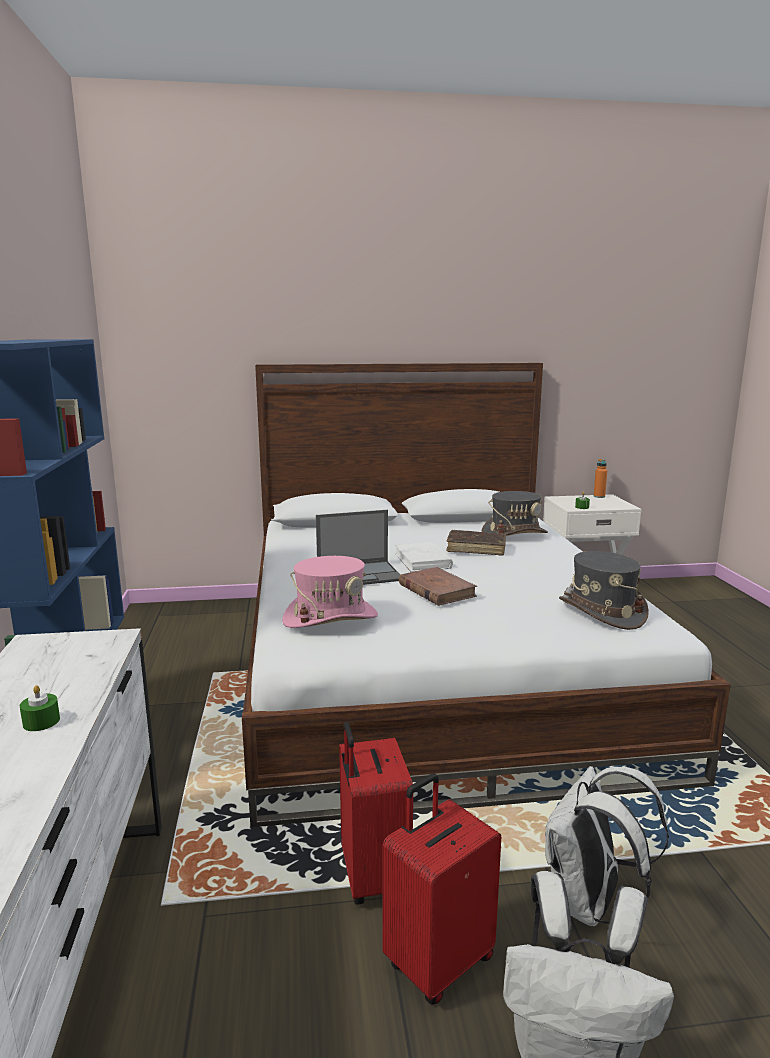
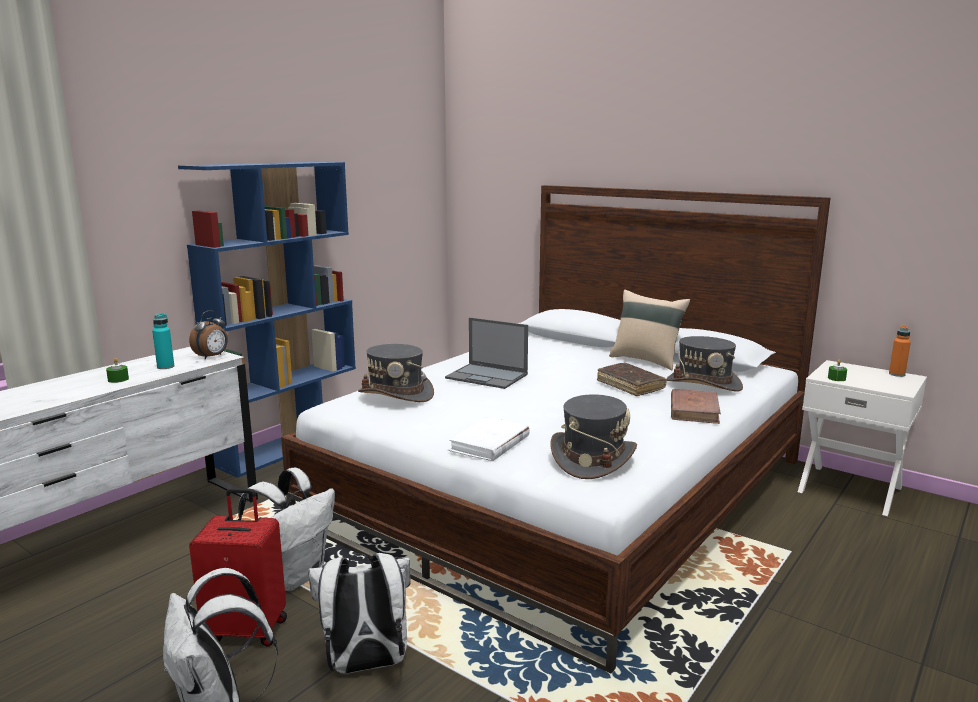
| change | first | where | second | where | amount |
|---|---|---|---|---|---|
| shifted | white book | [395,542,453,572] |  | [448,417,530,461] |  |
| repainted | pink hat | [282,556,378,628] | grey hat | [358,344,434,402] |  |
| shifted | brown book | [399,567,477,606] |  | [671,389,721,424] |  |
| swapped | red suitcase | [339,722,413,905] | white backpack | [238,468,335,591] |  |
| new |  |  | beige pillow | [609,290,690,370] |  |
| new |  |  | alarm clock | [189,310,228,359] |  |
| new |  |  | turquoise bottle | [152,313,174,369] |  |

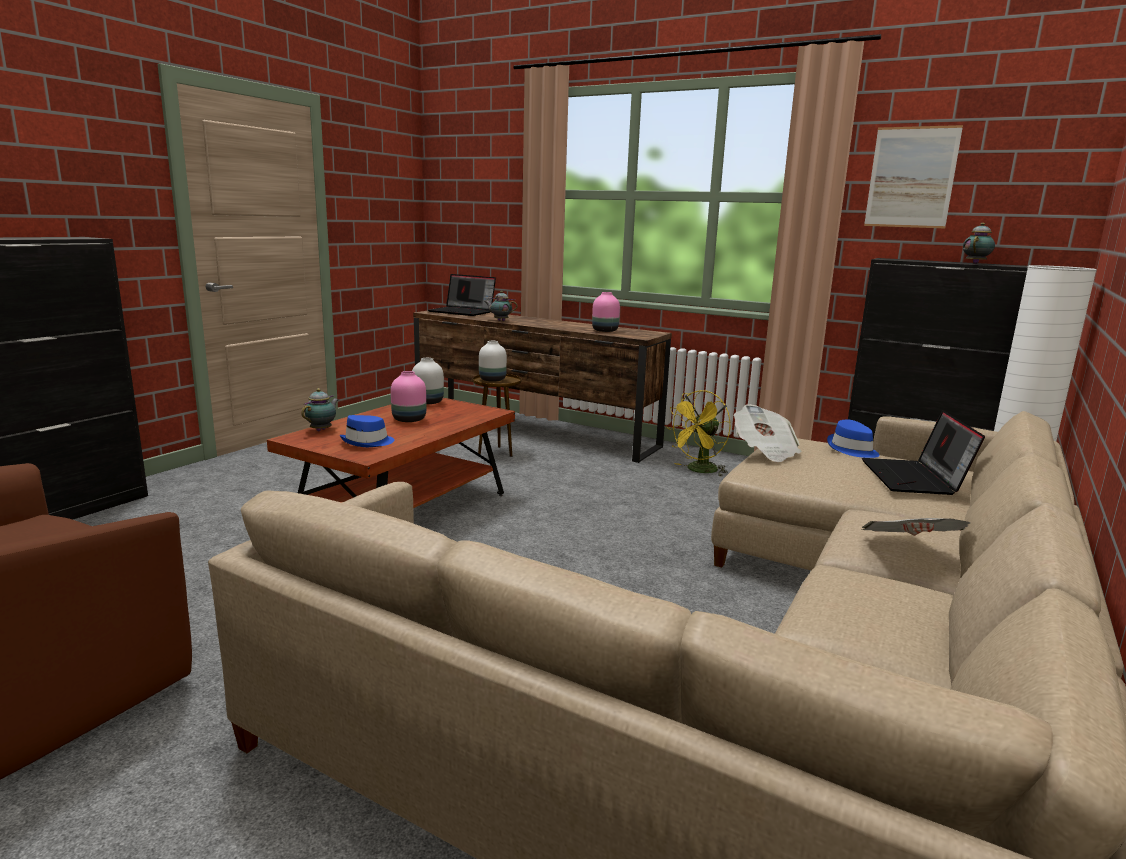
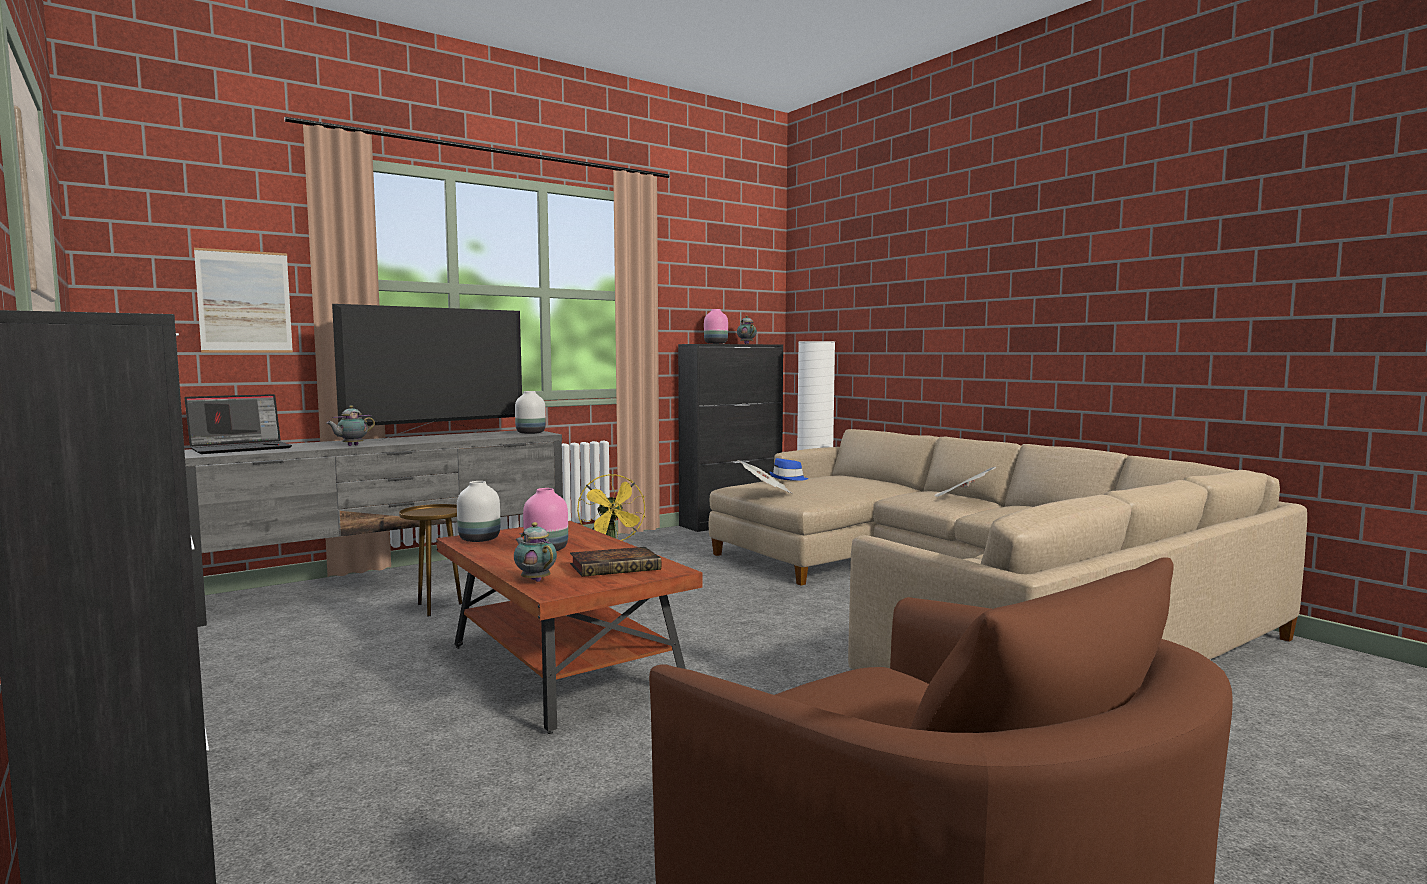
| change | first | where | second | where | amount |
|---|---|---|---|---|---|
| shifted | picture | [864,125,963,228] |  | [194,248,293,352] |  |
| shifted | pink vase | [592,292,620,332] |  | [704,309,728,344] |  |
| repainted | brown tv stand | [413,311,672,463] | grey tv stand | [184,430,563,627] |  |
| shifted | white vase | [479,341,507,382] |  | [515,391,546,434] |  |
| gone | laptop | [862,410,985,495] |  |  |  |
| swapped | blue hat | [340,415,394,447] | book | [570,547,661,577] |  |
| new |  |  | television | [332,304,522,441] |  |

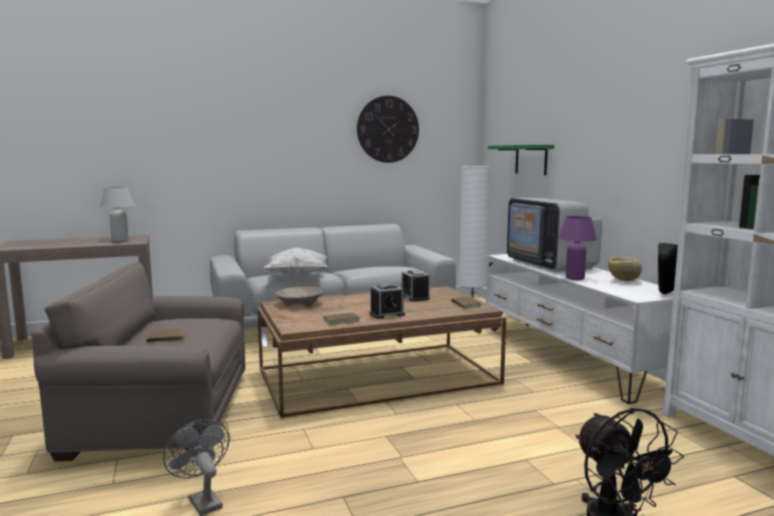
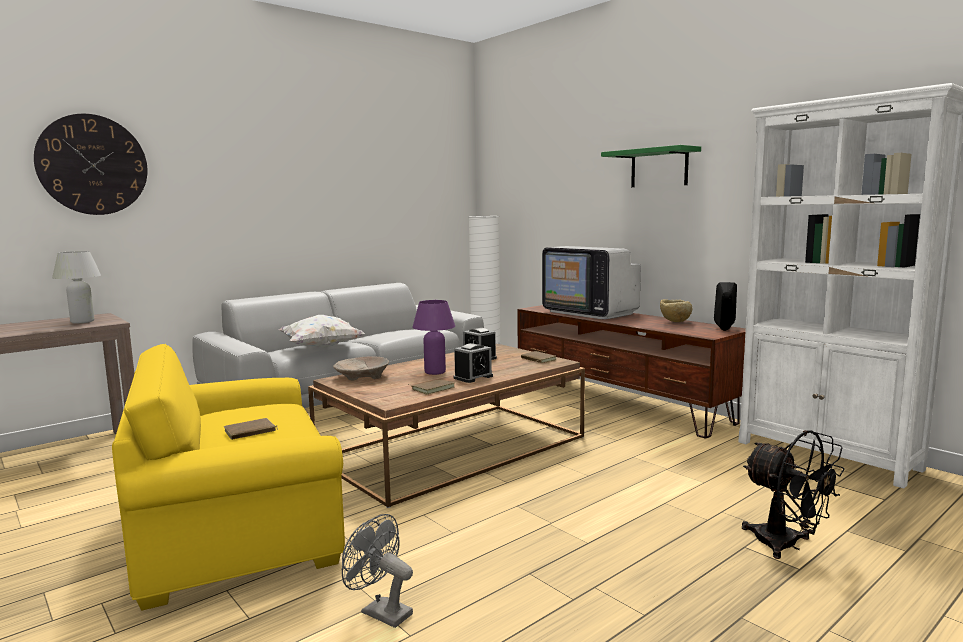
| change | first | where | second | where | amount |
|---|---|---|---|---|---|
| shifted | wall clock | [357,96,419,163] |  | [34,114,147,215] |  |
| shifted | green shelf | [488,145,554,175] |  | [601,145,701,187] |  |
| shifted | purple table lamp | [558,216,597,280] |  | [412,300,455,375] |  |
| repainted | white tv stand | [486,254,674,404] | brown tv stand | [517,305,746,439] |  |
| repainted | grey armchair | [32,262,245,461] | yellow armchair | [112,344,345,610] |  |

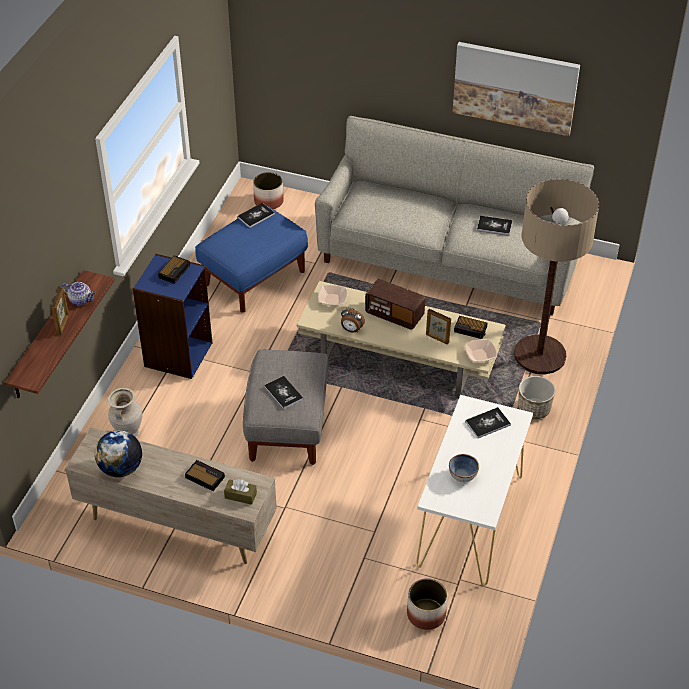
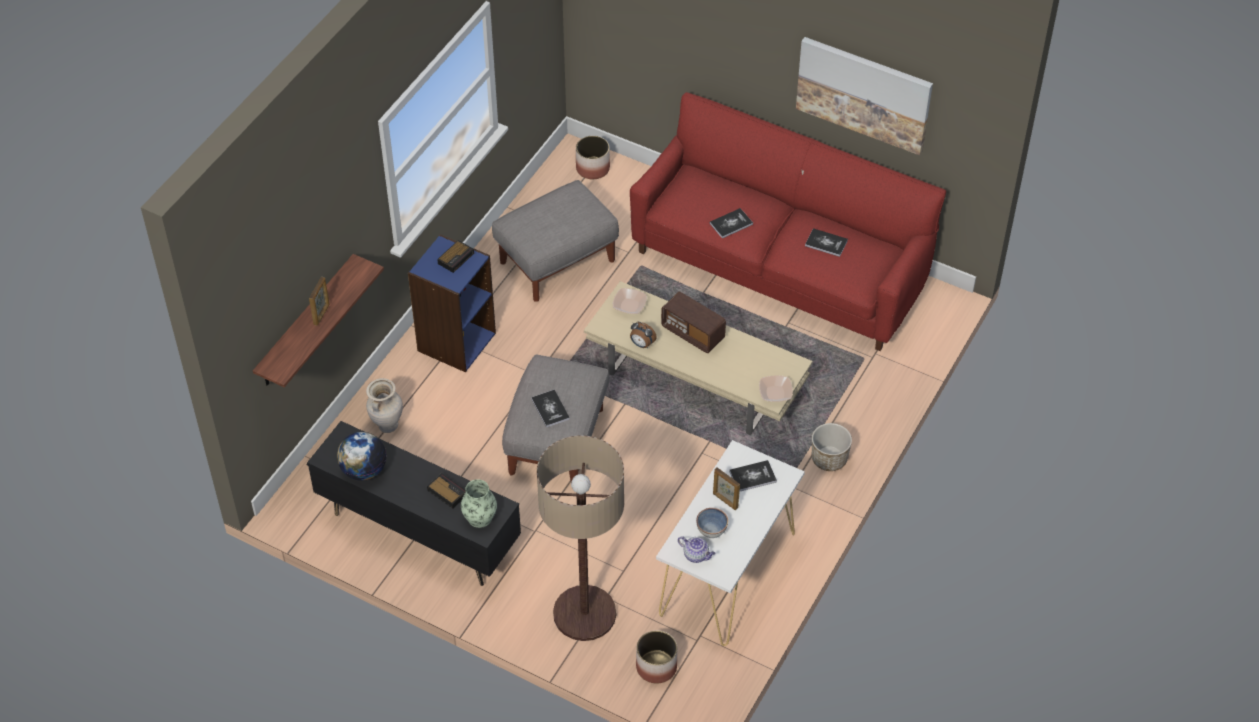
| change | first | where | second | where | amount |
|---|---|---|---|---|---|
| repainted | grey sofa | [315,116,594,315] | red sofa | [630,92,946,351] |  |
| shifted | floor lamp | [514,179,599,374] |  | [537,436,624,641] |  |
| shifted | book | [237,203,275,228] |  | [710,208,753,238] |  |
| repainted | blue ottoman | [195,205,308,313] | grey ottoman | [492,180,619,302] |  |
| shifted | teapot | [62,282,96,306] |  | [678,536,716,563] |  |
| shifted | picture frame | [426,309,451,345] |  | [713,467,740,510] |  |
| gone | alarm clock | [454,316,487,339] |  |  |  |
| repainted | beige tv stand | [65,427,277,564] | black tv stand | [307,421,521,586] |  |
| swapped | brown tissue box | [224,479,257,505] | vase | [461,479,497,528] |  |

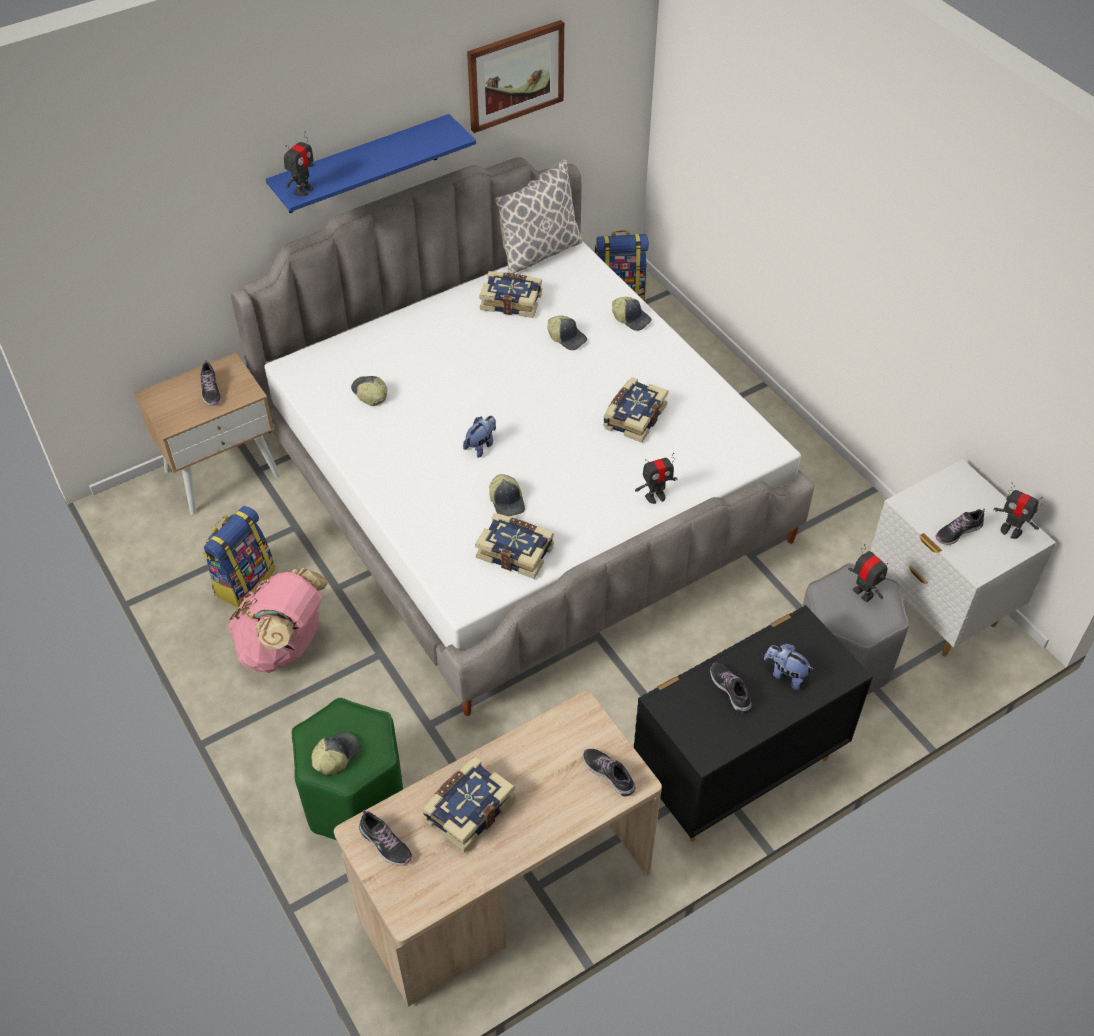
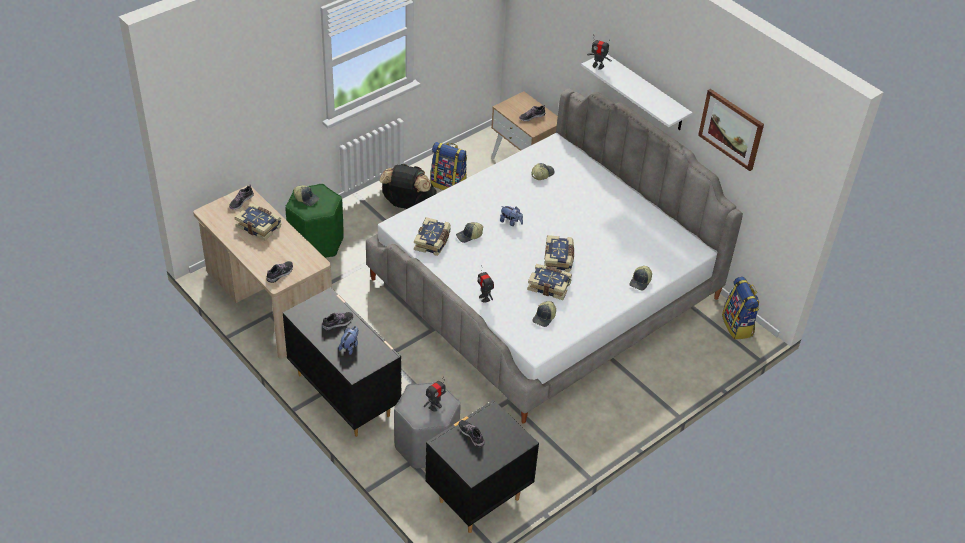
| change | first | where | second | where | amount |
|---|---|---|---|---|---|
| repainted | blue shelf | [266,114,476,213] | white shelf | [581,54,693,130] |  |
| gone | pillow | [496,159,583,274] |  |  |  |
| shifted | book | [479,271,542,318] |  | [544,235,574,272] |  |
| shifted | cap | [548,316,587,350] |  | [532,301,556,327] |  |
| repainted | white nightstand | [870,459,1056,657] | black nightstand | [425,400,539,533] |  |
| gone | toy robot | [993,482,1043,539] |  |  |  |
| repainted | pink backpack | [228,568,328,673] | black backpack | [380,164,437,209] |  |

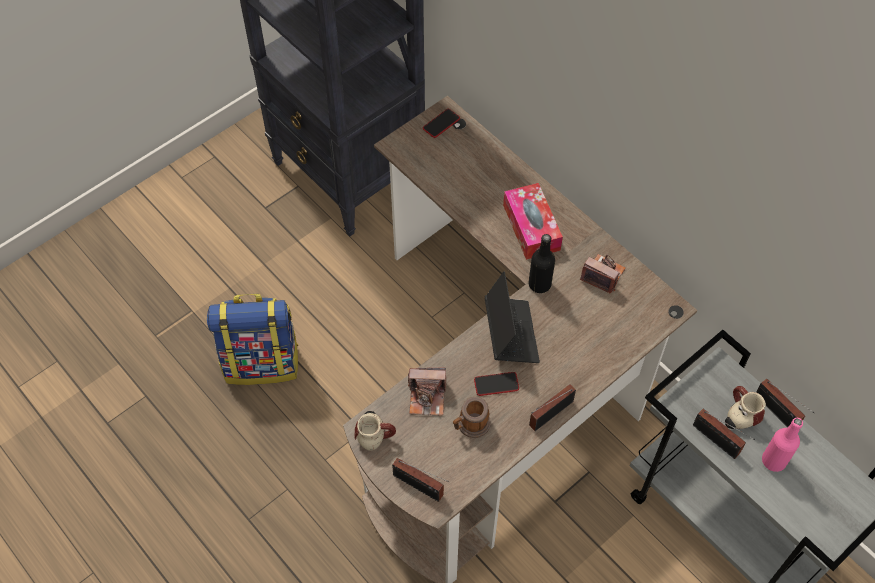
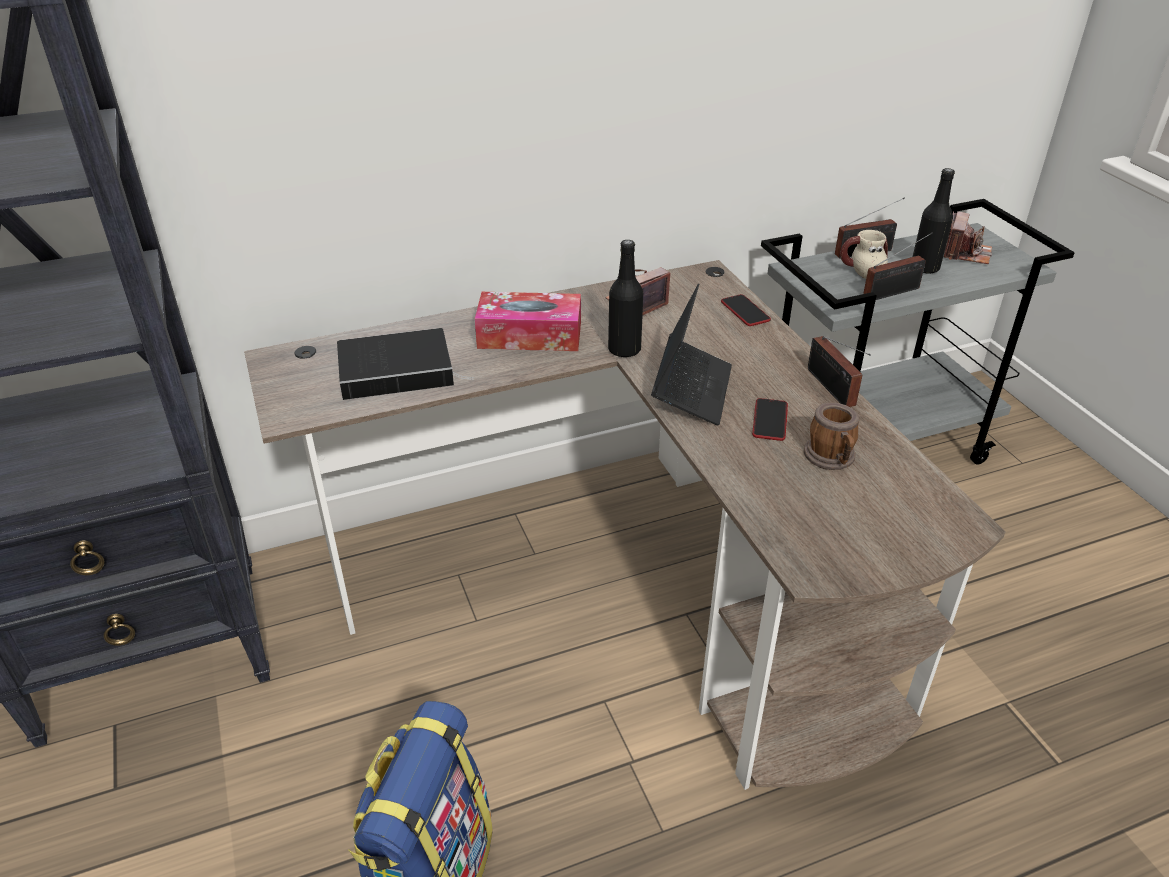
| change | first | where | second | where | amount |
|---|---|---|---|---|---|
| shifted | phone | [423,109,460,138] |  | [721,294,771,326] |  |
| rotated | laptop | [485,272,540,363] |  | [651,284,732,426] | 90 degrees clockwise |
| shifted | photo camera | [408,367,446,416] |  | [944,211,992,264] |  |
| gone | mug | [354,411,396,451] |  |  |  |
| repainted | pink bottle | [762,418,803,472] | black bottle | [913,168,955,274] |  |
| gone | radio | [392,458,448,502] |  |  |  |
| new |  |  | book | [337,328,474,400] |  |

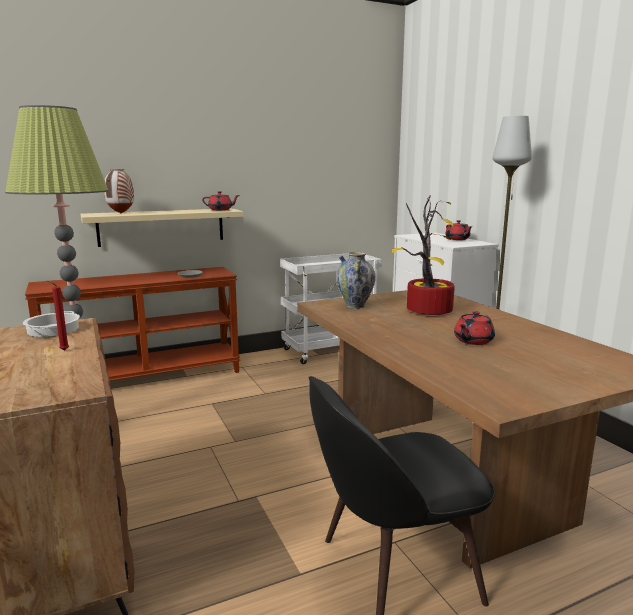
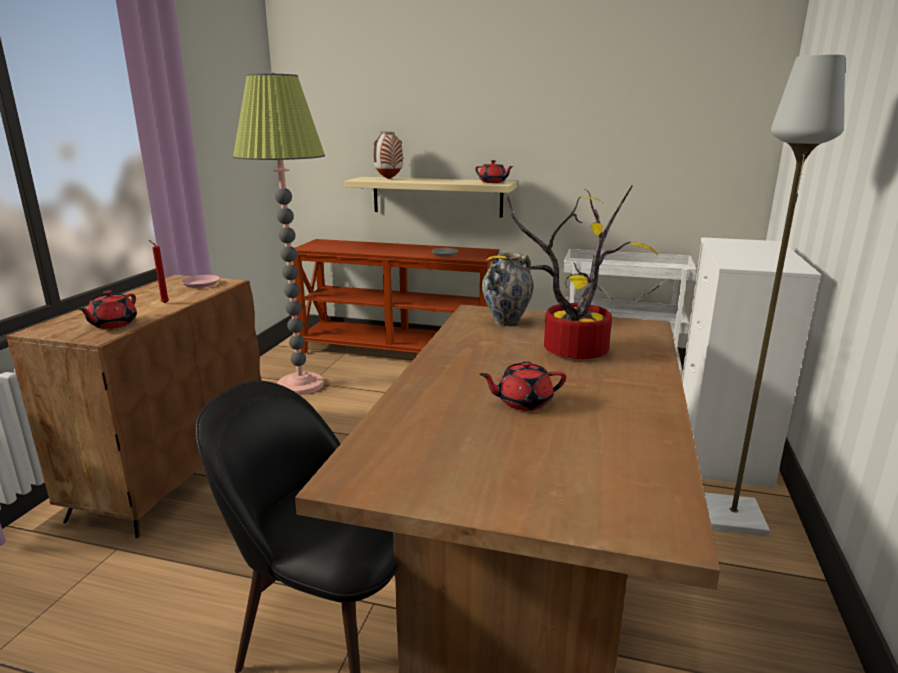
| change | first | where | second | where | amount |
|---|---|---|---|---|---|
| shifted | red teapot | [445,220,473,240] |  | [78,291,137,329] |  |
| swapped | cooking pot | [23,311,80,337] | pink plate | [181,275,220,288] |  |

